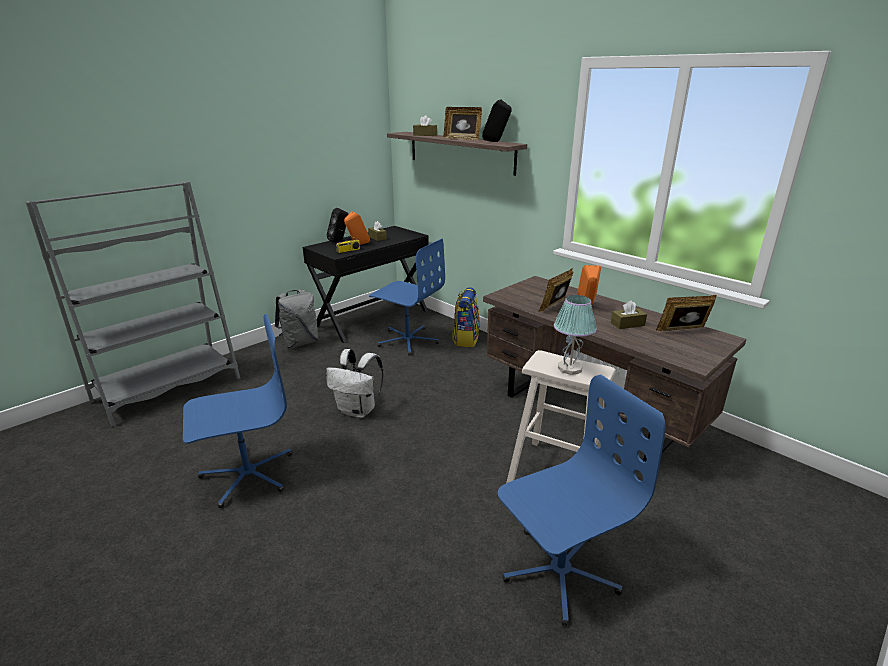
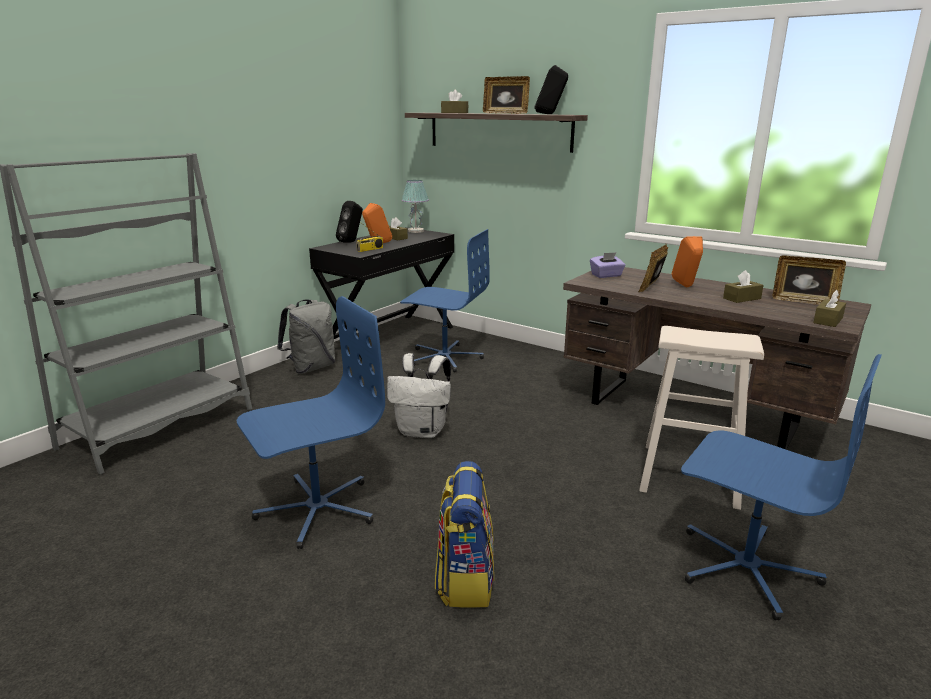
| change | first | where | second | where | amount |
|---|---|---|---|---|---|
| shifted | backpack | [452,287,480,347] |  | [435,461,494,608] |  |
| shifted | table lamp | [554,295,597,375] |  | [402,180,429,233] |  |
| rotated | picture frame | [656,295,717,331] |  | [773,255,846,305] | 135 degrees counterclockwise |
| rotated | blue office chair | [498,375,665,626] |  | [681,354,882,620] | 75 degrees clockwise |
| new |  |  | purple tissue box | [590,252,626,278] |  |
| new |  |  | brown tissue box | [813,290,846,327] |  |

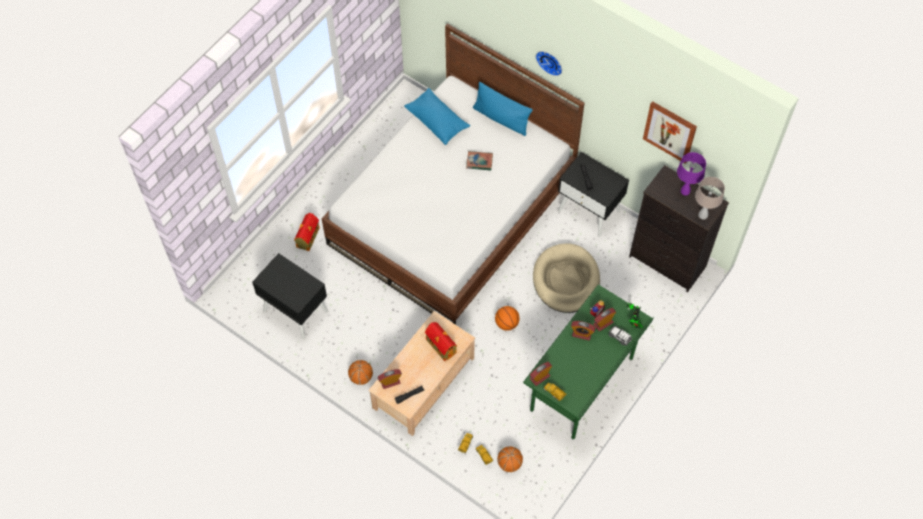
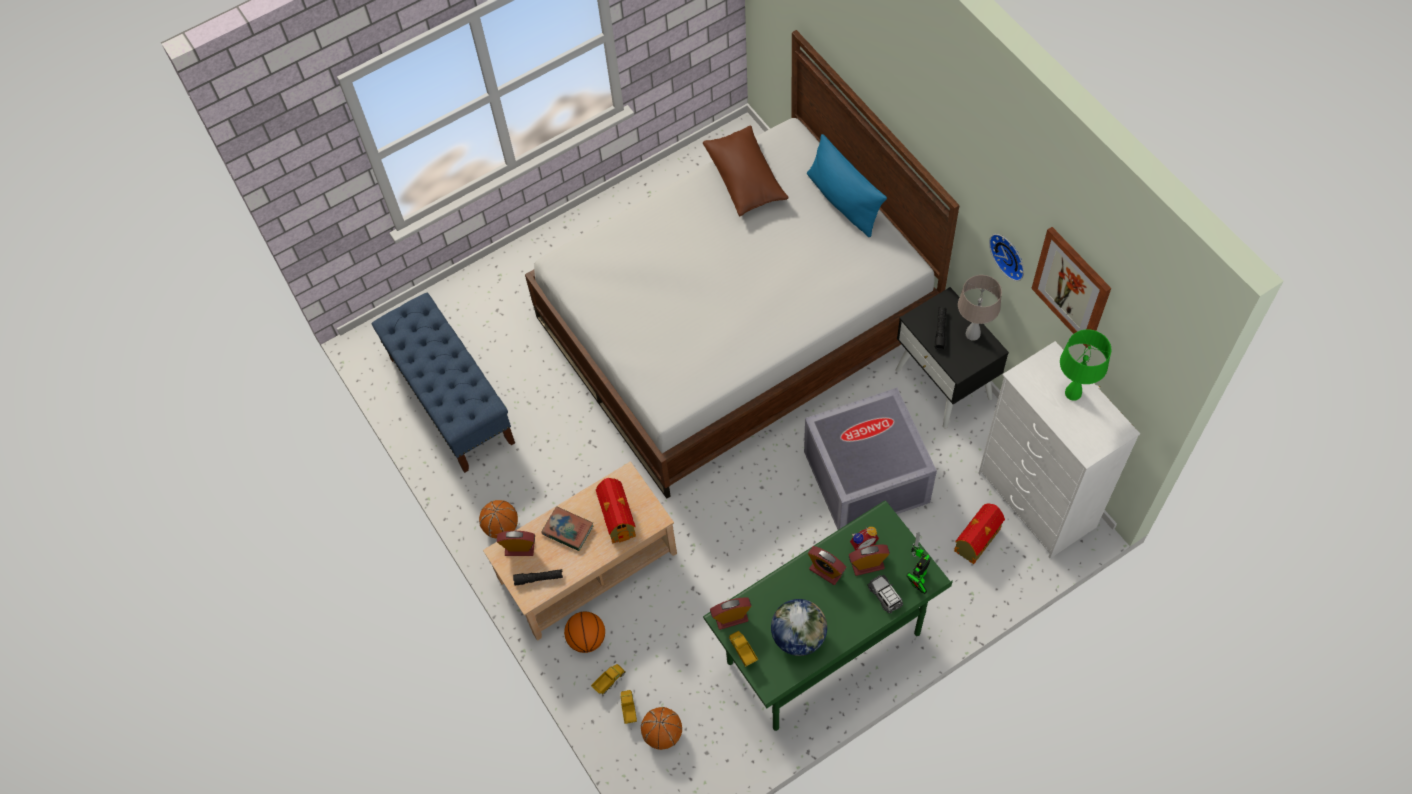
| change | first | where | second | where | amount |
|---|---|---|---|---|---|
| shifted | wall clock | [536,51,562,76] |  | [989,234,1024,281] |  |
| repainted | blue pillow | [404,88,470,145] | brown pillow | [703,126,789,217] |  |
| shifted | book | [466,151,493,170] |  | [541,506,593,551] |  |
| repainted | purple table lamp | [677,152,706,195] | green table lamp | [1060,329,1111,401] |  |
| repainted | black dresser | [629,165,729,293] | white dresser | [978,341,1140,558] |  |
| shifted | beige table lamp | [695,177,725,219] |  | [958,275,1002,341] |  |
| shifted | toy house | [294,213,320,251] |  | [954,504,1005,564] |  |
| swapped | beige dog bed | [533,243,600,313] | grey storage box | [804,388,937,530] |  |
| swapped | black nightstand | [252,253,328,339] | blue bench | [372,293,515,473] |  |
| shifted | basketball | [495,306,520,331] |  | [564,612,605,653] |  |
| new |  |  | globe | [771,599,827,656] |  |

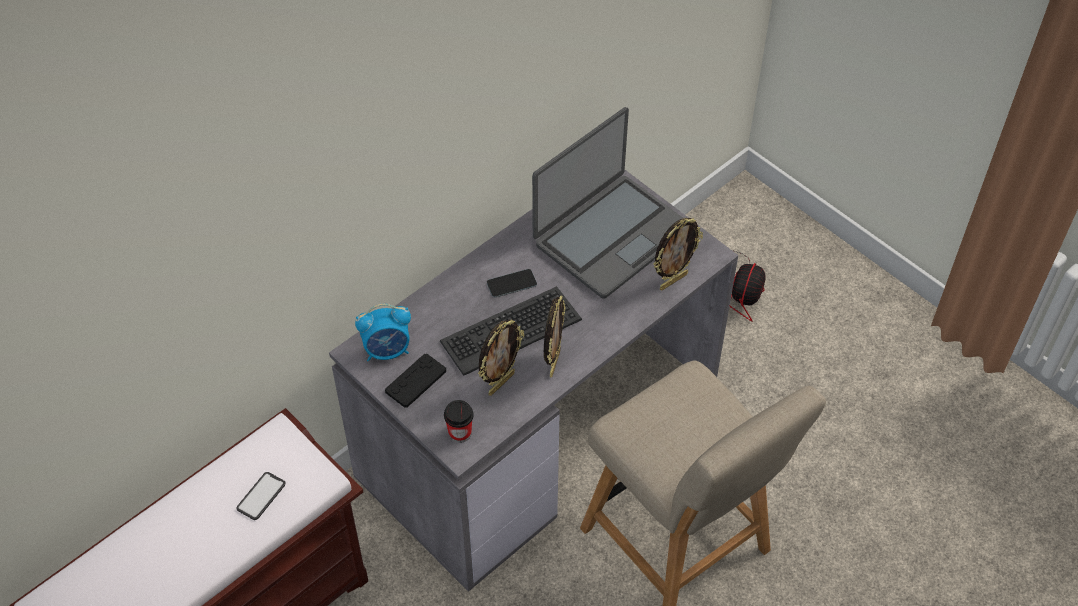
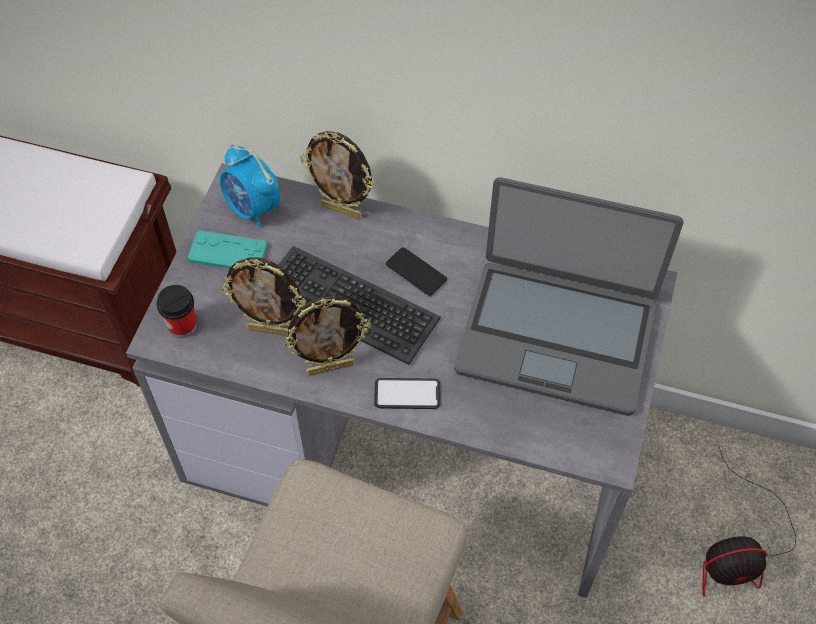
| change | first | where | second | where | amount |
|---|---|---|---|---|---|
| shifted | picture frame | [654,218,703,290] |  | [300,131,375,219] |  |
| repainted | black game controller | [385,353,446,408] | turquoise game controller | [187,230,267,269] |  |
| shifted | phone | [236,472,285,520] |  | [374,378,440,409] |  |

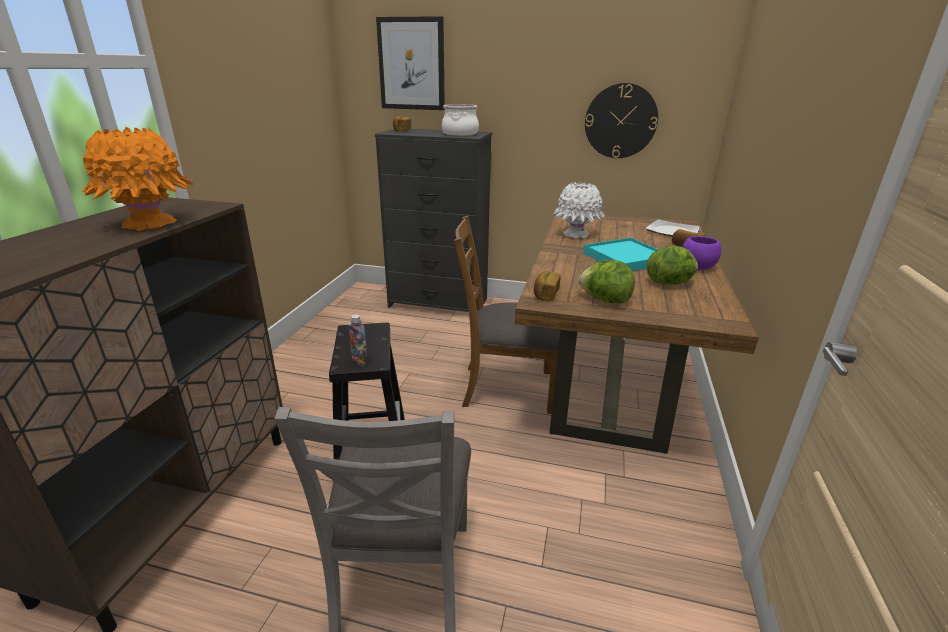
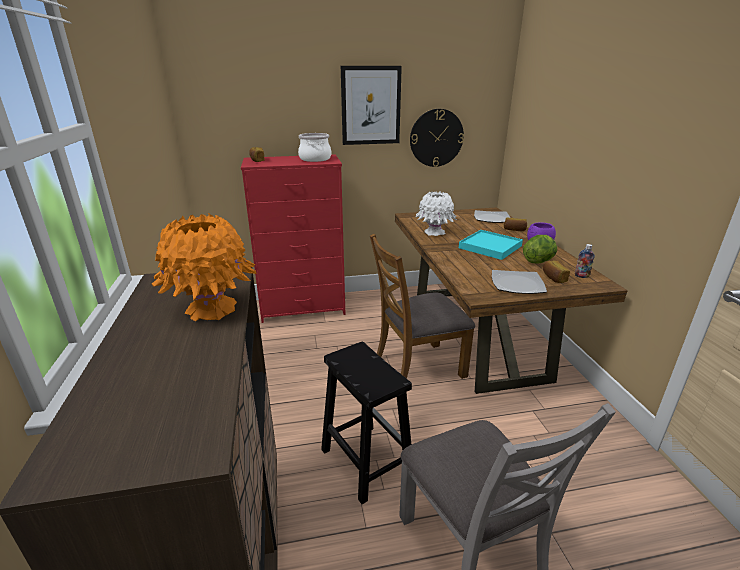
| change | first | where | second | where | amount |
|---|---|---|---|---|---|
| shifted | picture | [376,16,445,110] |  | [341,66,402,145] |  |
| repainted | black dresser | [375,129,492,312] | red dresser | [241,155,346,323] |  |
| swapped | lettuce | [579,260,635,303] | plate | [492,270,547,294] |  |
| shifted | bread | [534,271,561,301] |  | [543,260,570,283] |  |
| shifted | bottle | [349,315,368,366] |  | [575,244,595,278] |  |

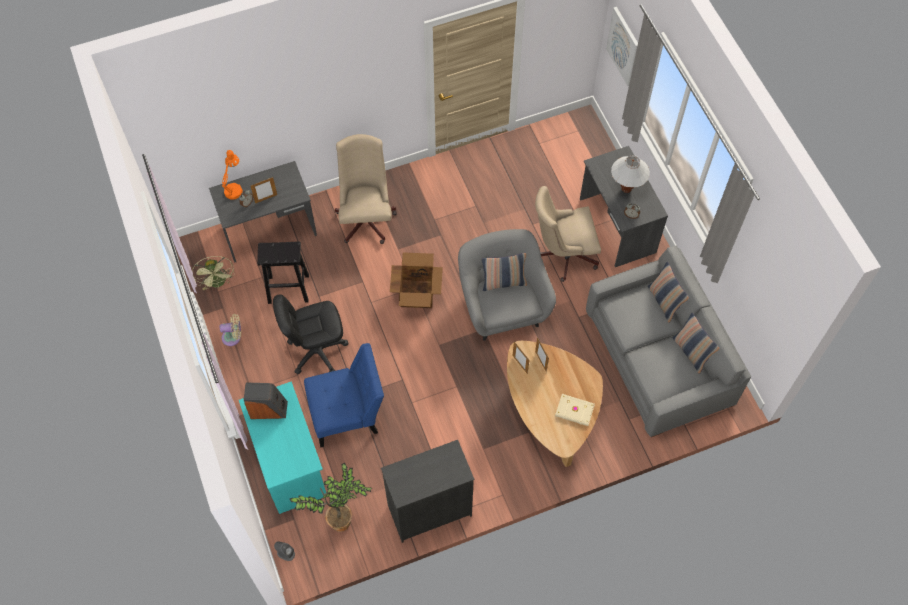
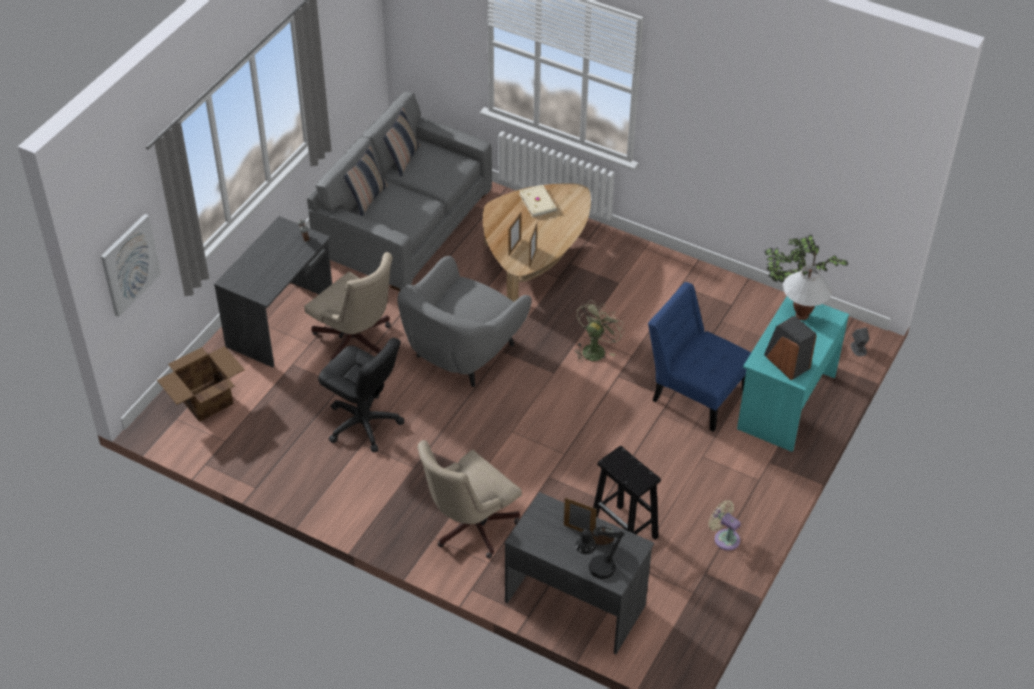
| change | first | where | second | where | amount |
|---|---|---|---|---|---|
| repainted | orange table lamp | [222,150,243,200] | black table lamp | [575,528,625,579] |  |
| shifted | white table lamp | [611,155,650,193] |  | [783,265,832,320] |  |
| shifted | cardboard box | [390,252,443,308] |  | [157,346,245,422] |  |
| gone | pillow | [482,253,527,291] |  |  |  |
| shifted | green fan | [192,256,234,290] |  | [574,300,624,362] |  |
| shifted | black office chair | [273,295,349,374] |  | [318,337,404,453] |  |
| gone | black dresser | [381,440,474,543] |  |  |  |

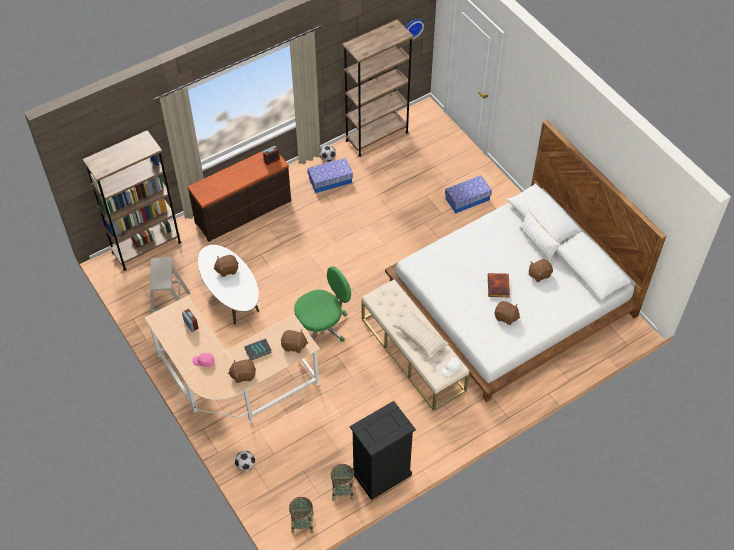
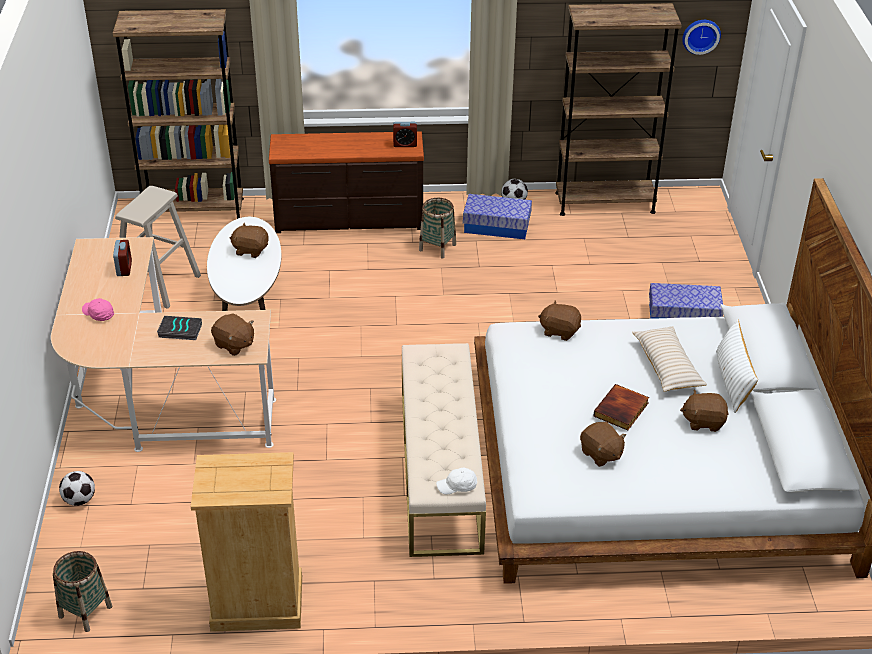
| change | first | where | second | where | amount |
|---|---|---|---|---|---|
| gone | green office chair | [294,266,351,342] |  |  |  |
| shifted | beige pillow | [392,310,449,359] |  | [632,326,707,392] |  |
| shifted | brown plush toy | [228,359,256,383] |  | [538,300,581,341] |  |
| repainted | black dresser | [350,401,416,500] | beige dresser | [191,452,302,632] |  |
| shifted | basket | [330,464,354,501] |  | [419,198,456,259] |  |

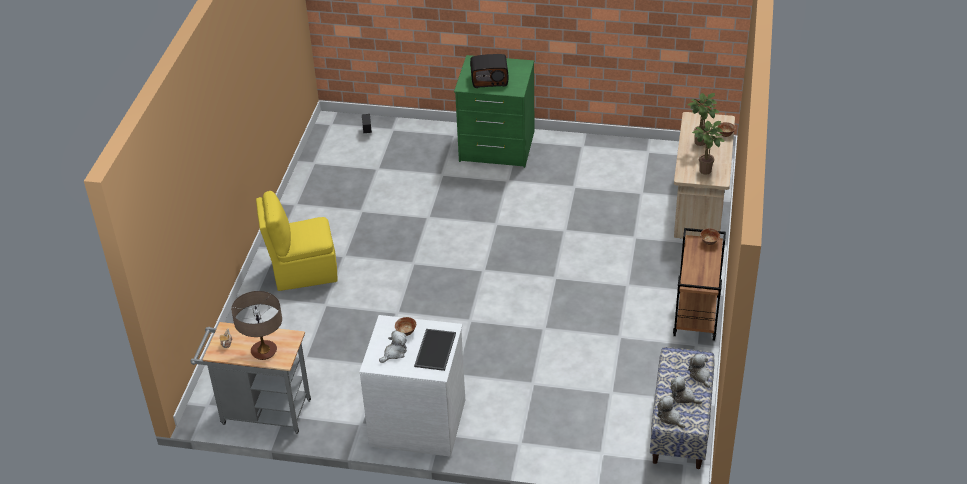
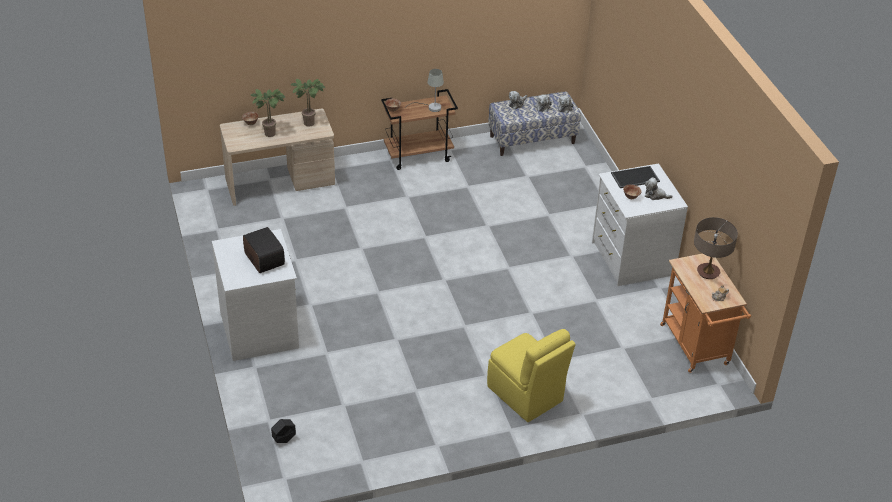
| change | first | where | second | where | amount |
|---|---|---|---|---|---|
| repainted | green dresser | [454,55,535,168] | white dresser | [212,229,299,361] |  |
| repainted | grey cart | [190,322,311,434] | orange cart | [660,254,751,373] |  |
| new |  |  | grey table lamp | [405,69,444,112] |  |

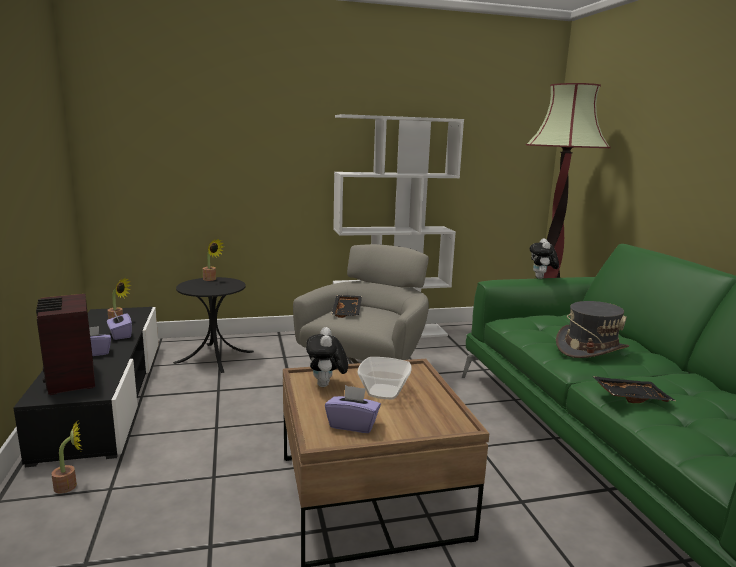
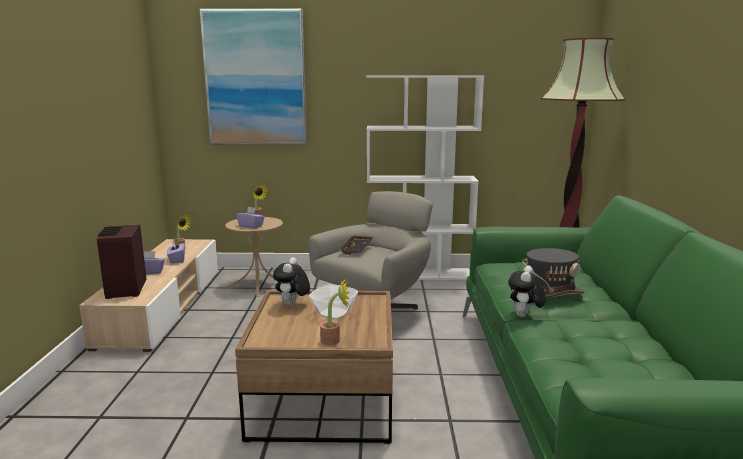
| change | first | where | second | where | amount |
|---|---|---|---|---|---|
| shifted | plush toy | [530,238,559,279] |  | [508,266,546,317] |  |
| repainted | black side table | [173,277,254,373] | beige side table | [224,217,283,297] |  |
| repainted | black tv stand | [13,307,158,467] | beige tv stand | [79,239,218,352] |  |
| gone | black tray | [592,376,676,403] |  |  |  |
| shifted | purple tissue box | [325,385,381,433] |  | [236,207,265,228] |  |
| shifted | potted plant | [51,421,81,494] |  | [320,279,350,345] |  |
| new |  |  | picture | [200,9,307,145] |  |

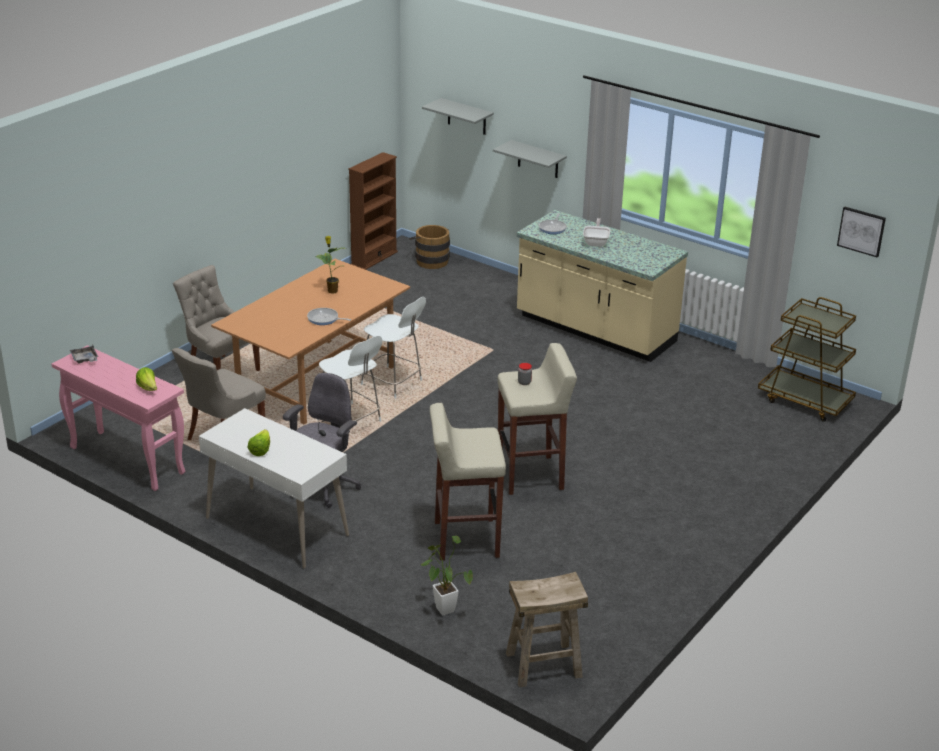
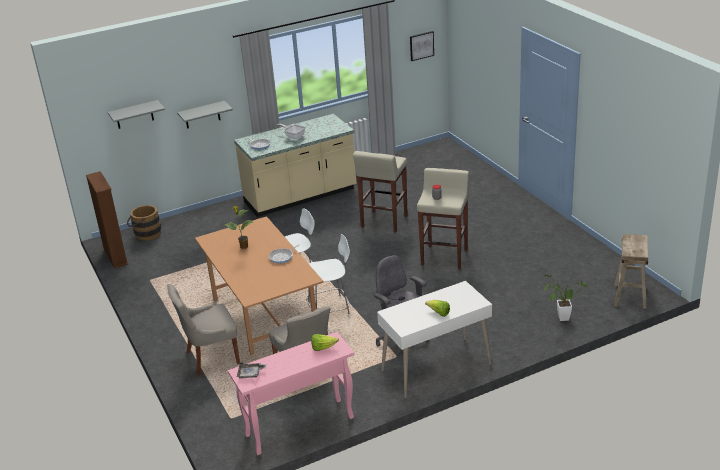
| change | first | where | second | where | amount |
|---|---|---|---|---|---|
| gone | brown cart | [758,297,856,422] |  |  |  |
| shifted | beige stool | [430,403,506,560] |  | [353,151,407,233] |  |

